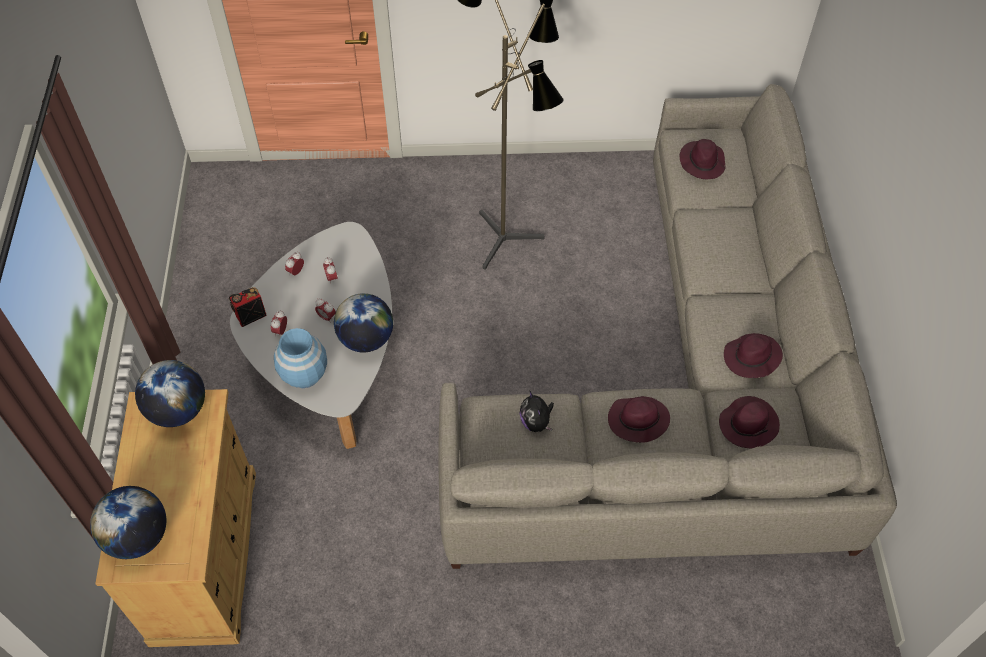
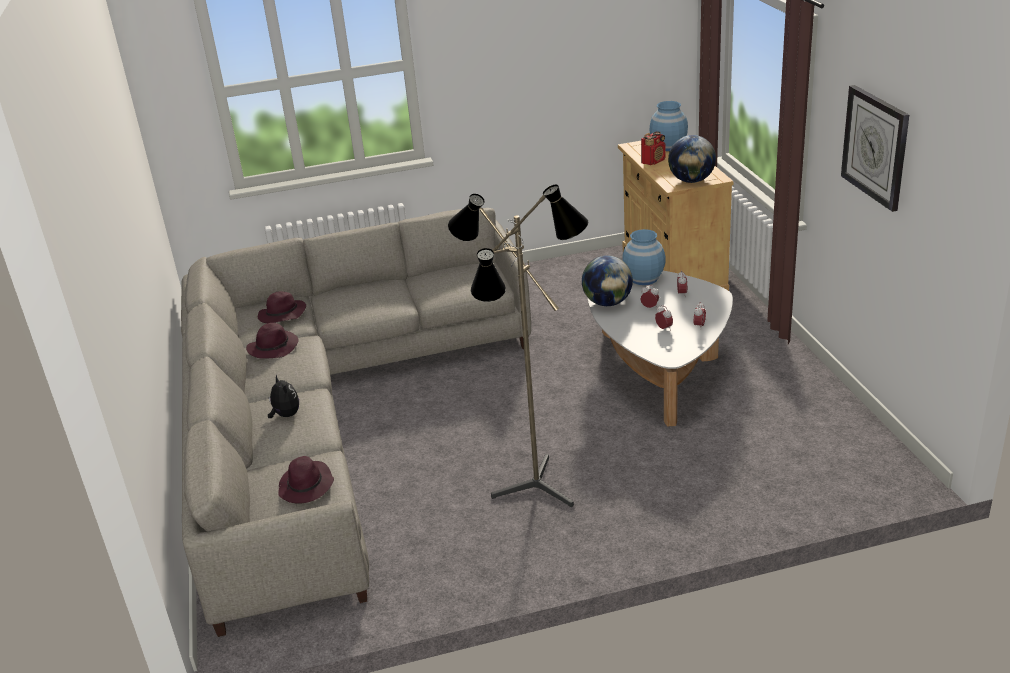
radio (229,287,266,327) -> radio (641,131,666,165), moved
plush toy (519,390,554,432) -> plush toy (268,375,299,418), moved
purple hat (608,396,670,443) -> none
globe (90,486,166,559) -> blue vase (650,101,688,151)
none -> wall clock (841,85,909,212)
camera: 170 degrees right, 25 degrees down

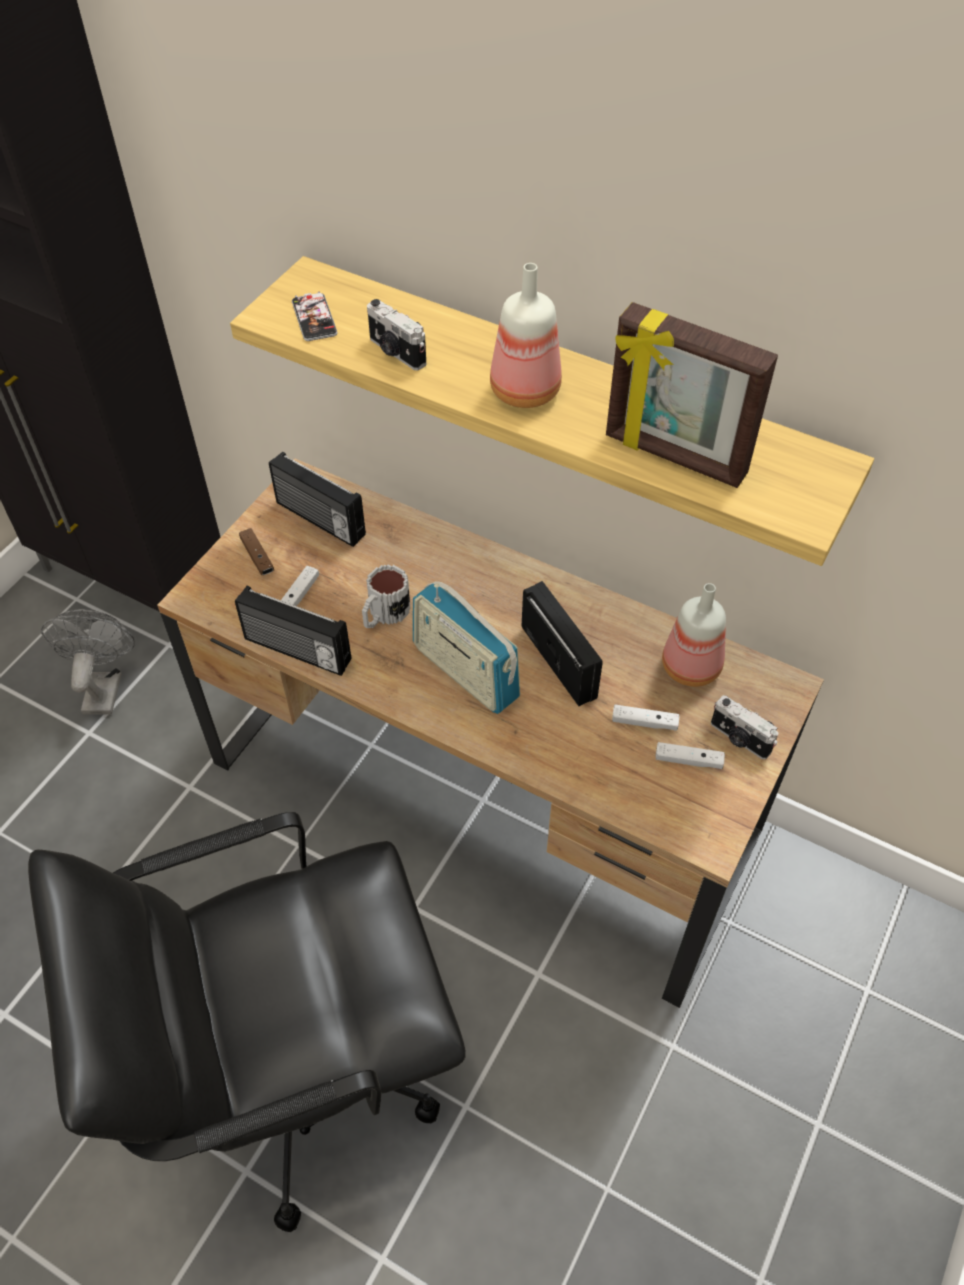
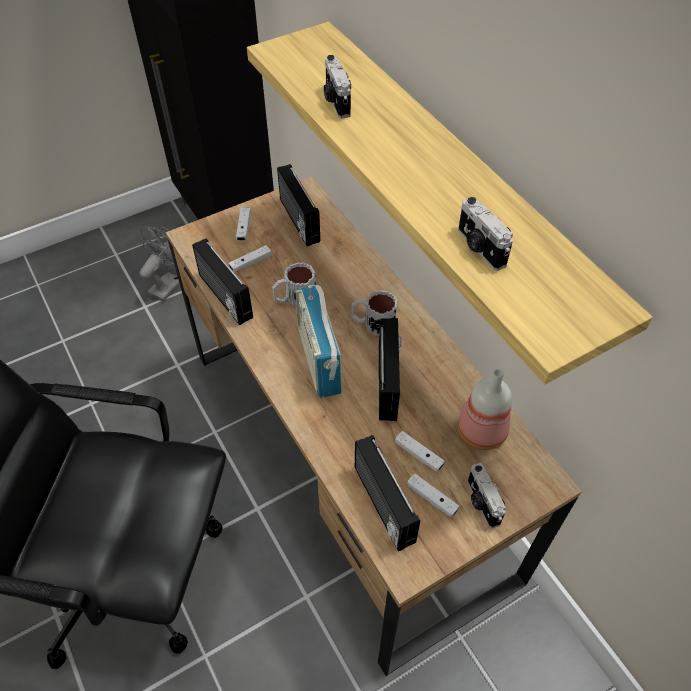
bottle (490,263,562,408) -> none
phone (292,292,338,341) -> none
picture frame (606,302,778,488) -> photo camera (458,197,513,271)
brown game controller (239,528,274,575) -> white game controller (236,208,251,241)
none -> mug (351,290,397,336)
none -> radio (355,435,420,551)
camera: 30 degrees right, 0 degrees up

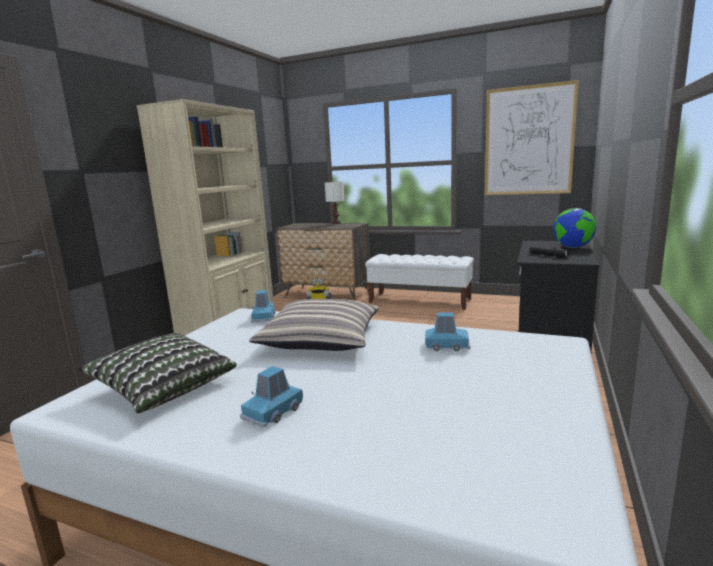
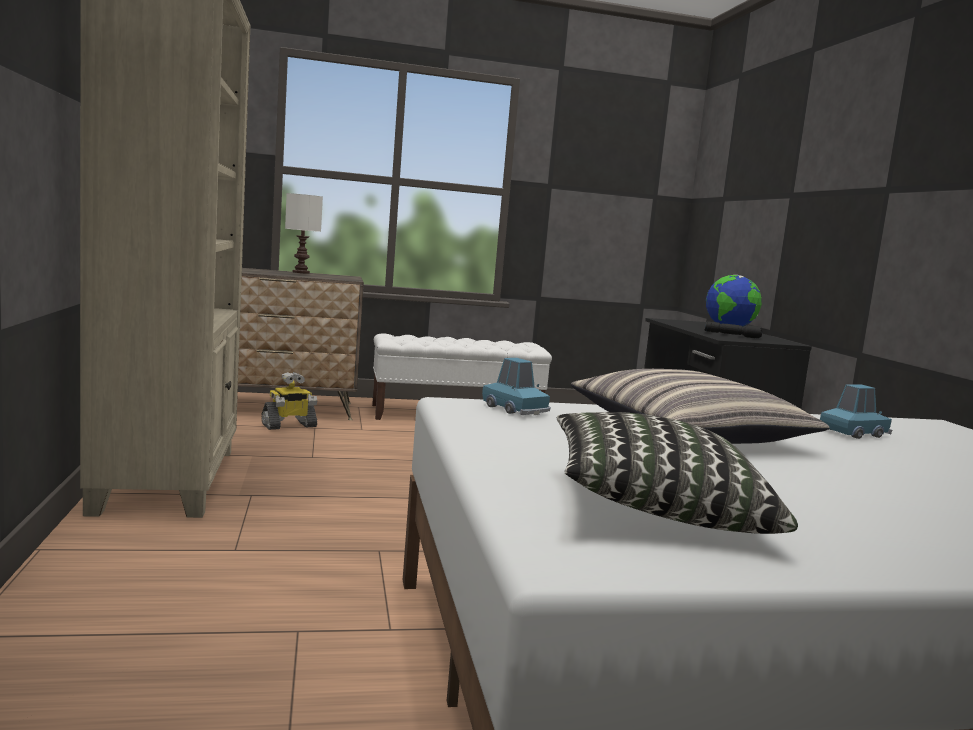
picture (485,80,579,195) -> none
blue toy car (240,366,303,427) -> none
camera: 35 degrees left, 5 degrees down

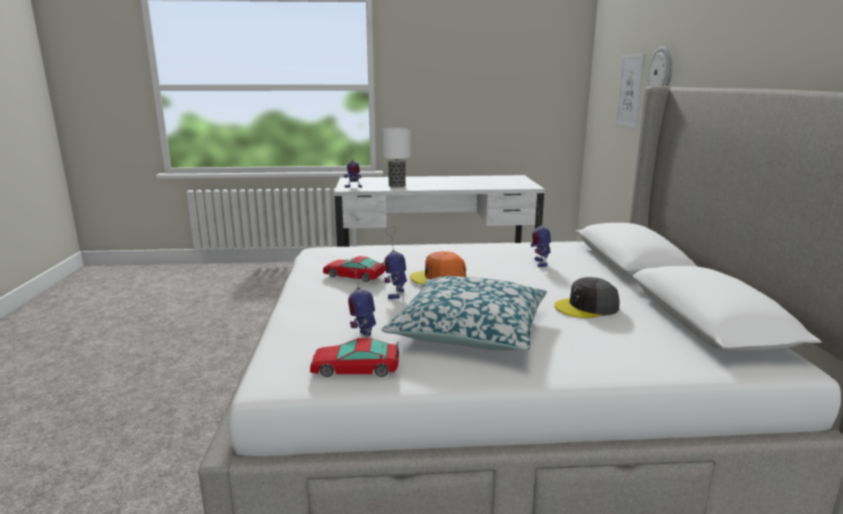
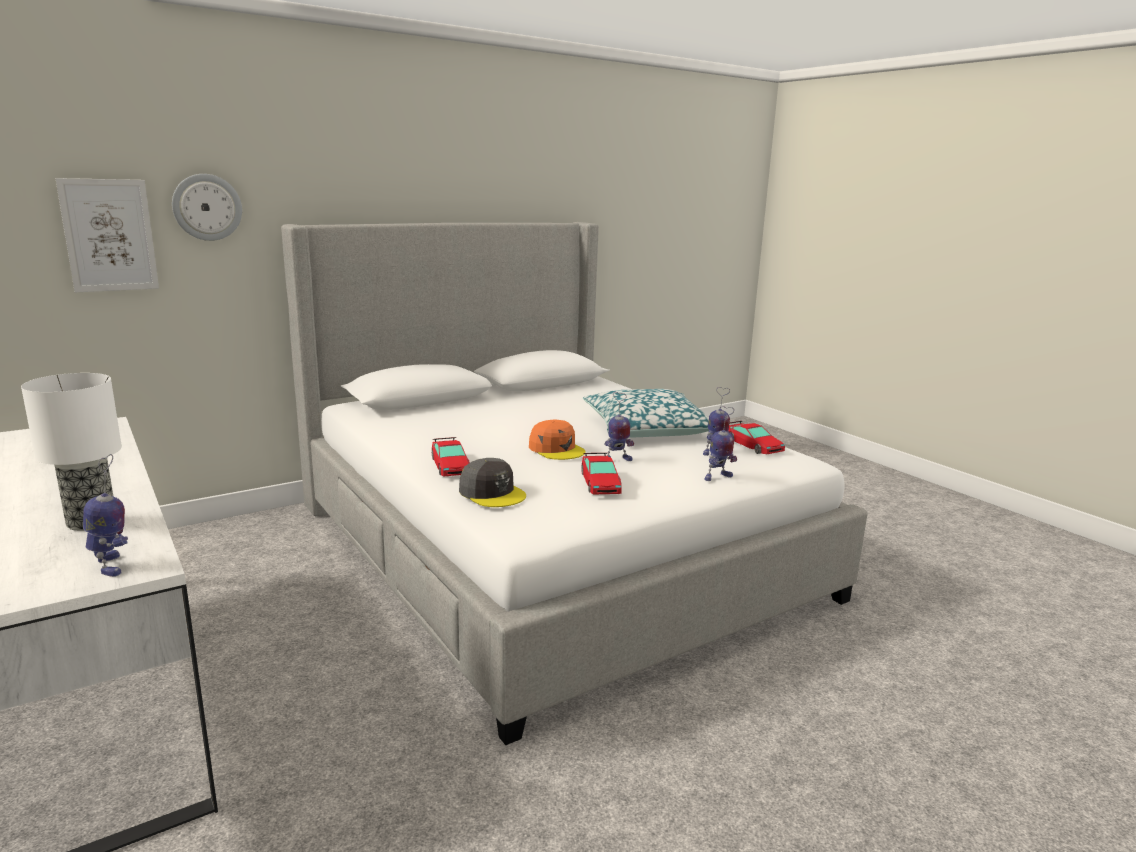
toy robot (531,205,551,267) -> toy robot (705,406,737,481), moved
grey cap (554,277,619,318) -> grey cap (459,458,526,507), moved
none -> toy car (432,437,470,476)
camera: 120 degrees left, 0 degrees up

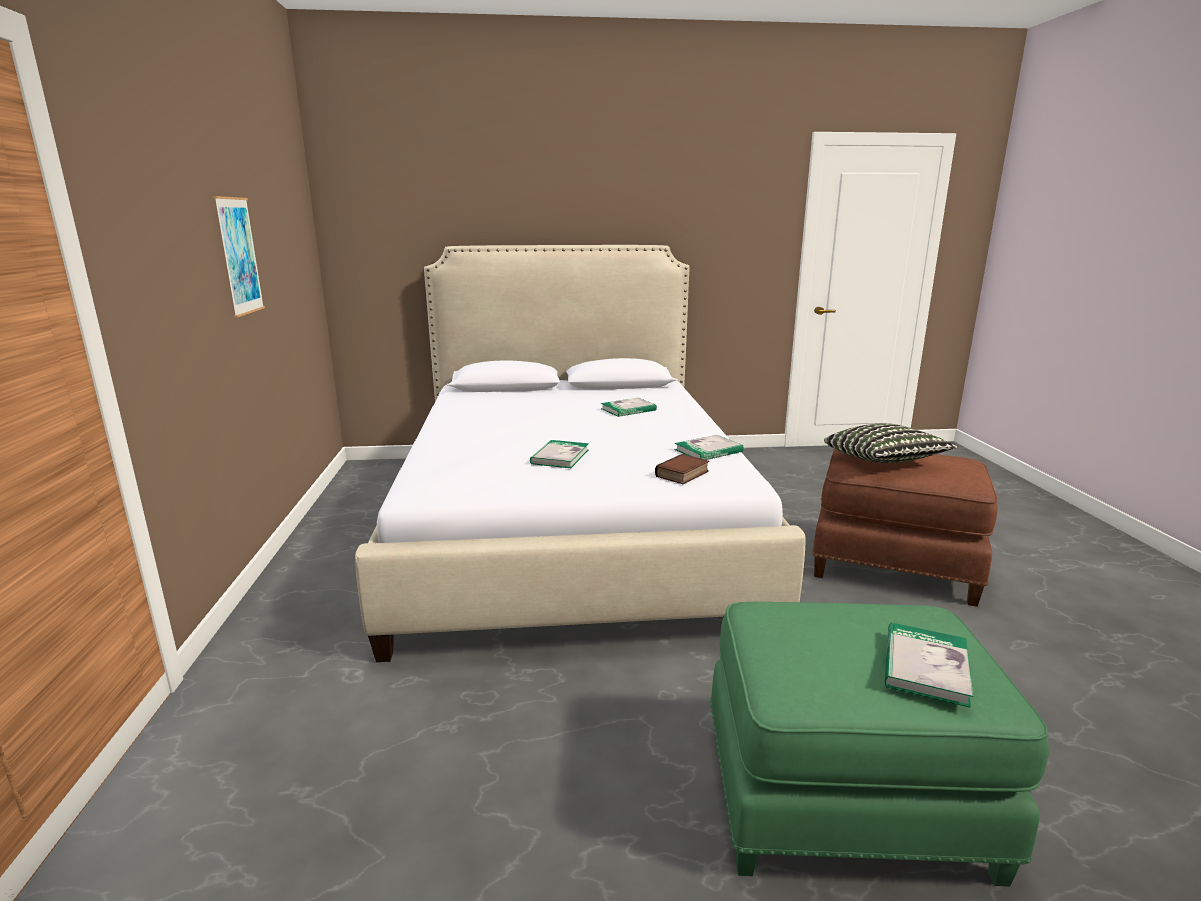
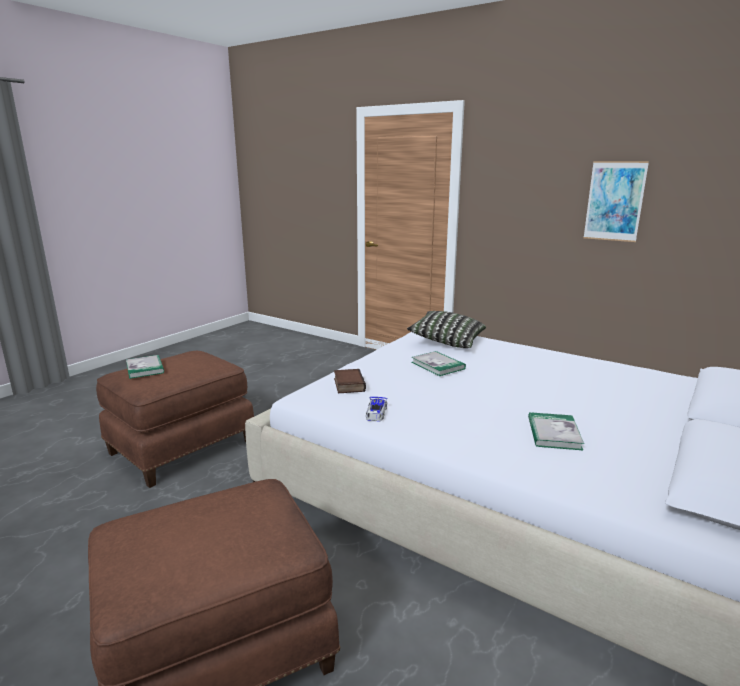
pillow (824,423,957,463) -> pillow (407,311,486,348), moved
book (674,435,744,460) -> toy car (366,397,387,422)
green ottoman (710,602,1049,887) -> brown ottoman (96,351,254,488)
camera: 130 degrees right, 0 degrees up

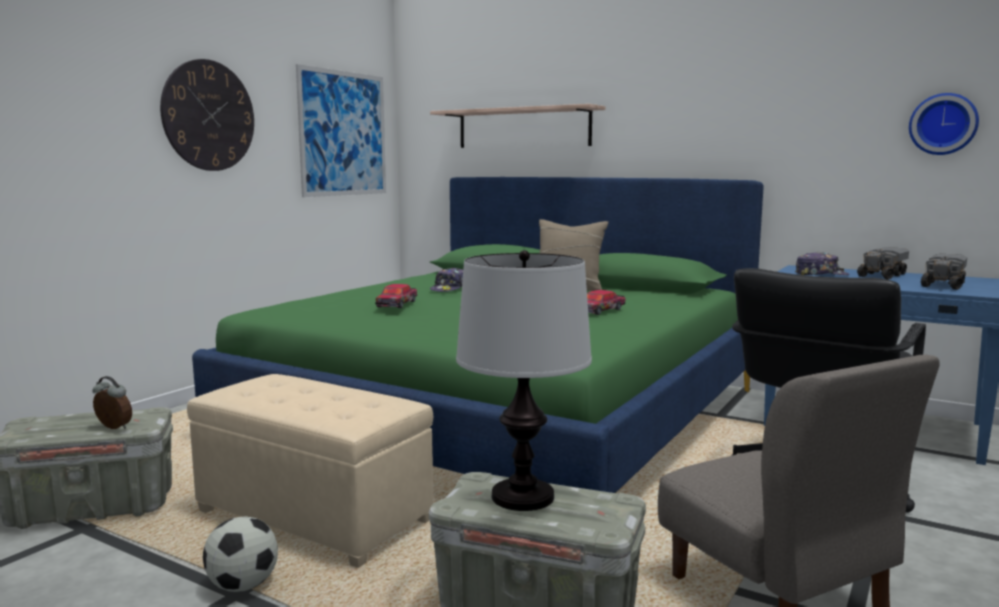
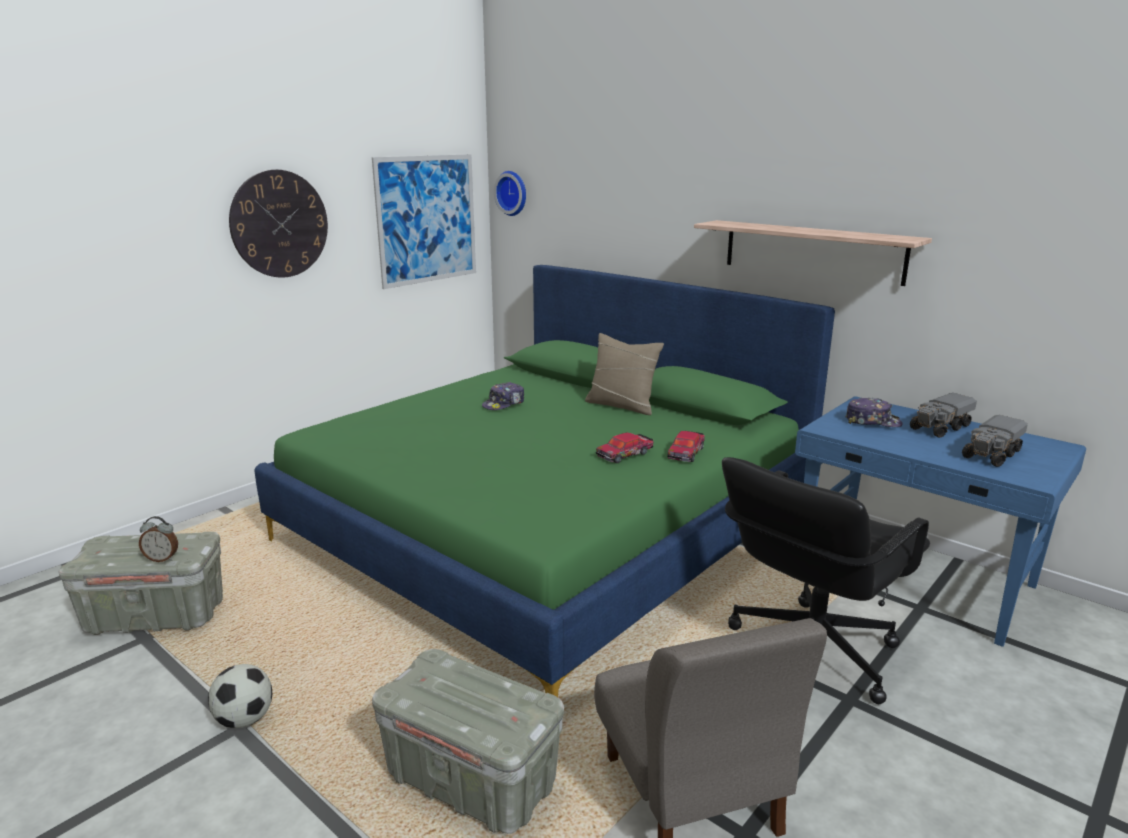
wall clock (909,93,979,155) -> wall clock (494,171,526,216), moved
shelf (430,104,606,148) -> shelf (694,220,932,286), moved
table lamp (456,250,592,511) -> none
toy car (375,284,417,308) -> toy car (667,431,705,462), moved
beige ottoman (187,374,434,568) -> none
alarm clock (92,376,132,429) -> alarm clock (139,516,178,562), 150 degrees clockwise
camera: 10 degrees right, 10 degrees up

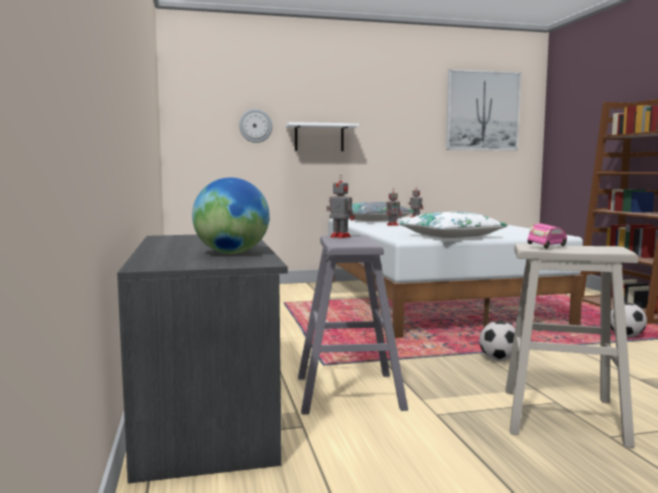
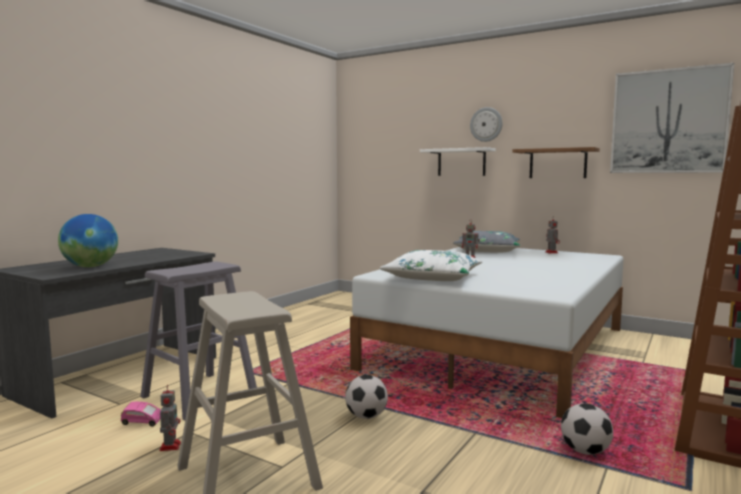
wall clock (239,109,272,143) -> wall clock (470,107,502,142), moved
toy robot (326,175,355,238) -> toy robot (159,385,181,451), moved
pink toy car (528,223,567,249) -> pink toy car (121,402,161,426), moved
none -> brown shelf (512,147,600,178)
camera: 45 degrees right, 0 degrees up

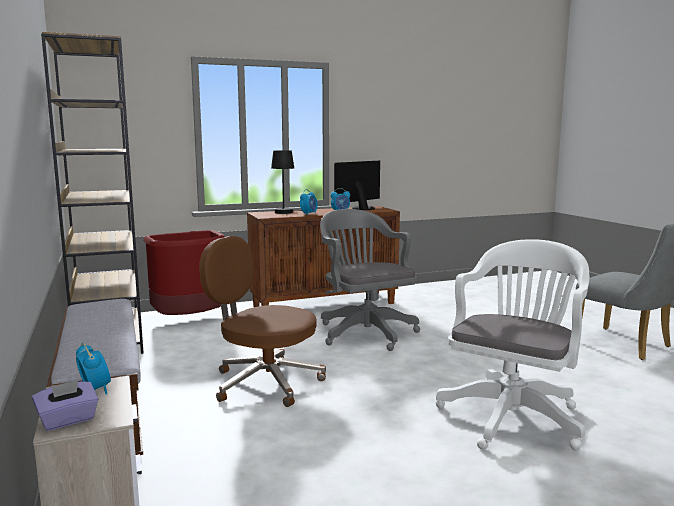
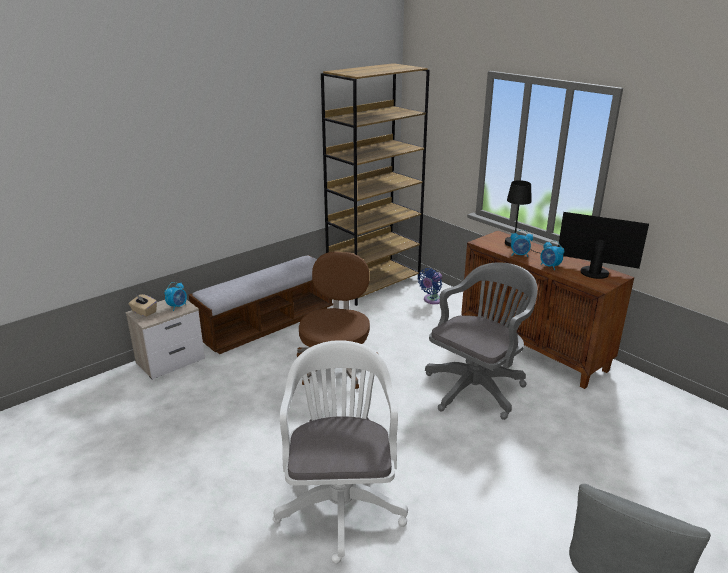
red trash can (143,230,225,315) -> blue fan (418,268,442,304)
white office chair (436,239,589,450) -> white office chair (273,340,408,564), 105 degrees counterclockwise
purple tissue box (32,380,99,431) -> beige tissue box (129,294,157,317)
camera: 70 degrees right, 15 degrees up

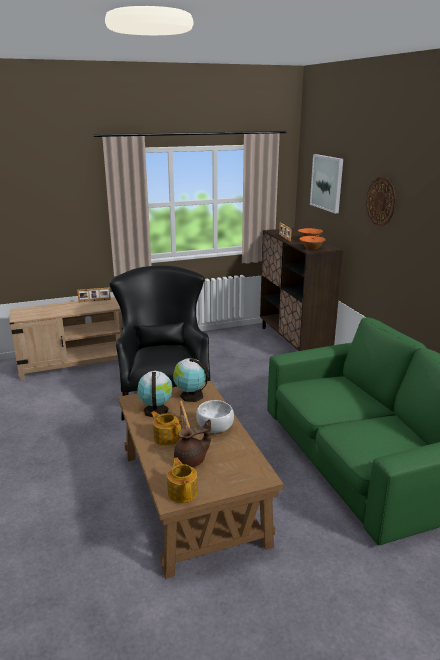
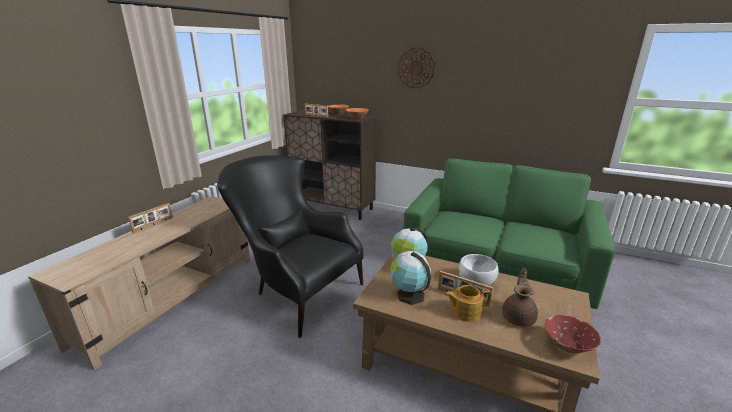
picture (310,154,343,213) -> none
teapot (167,458,198,503) -> red bowl (545,315,601,353)
camera: 45 degrees left, 0 degrees up

